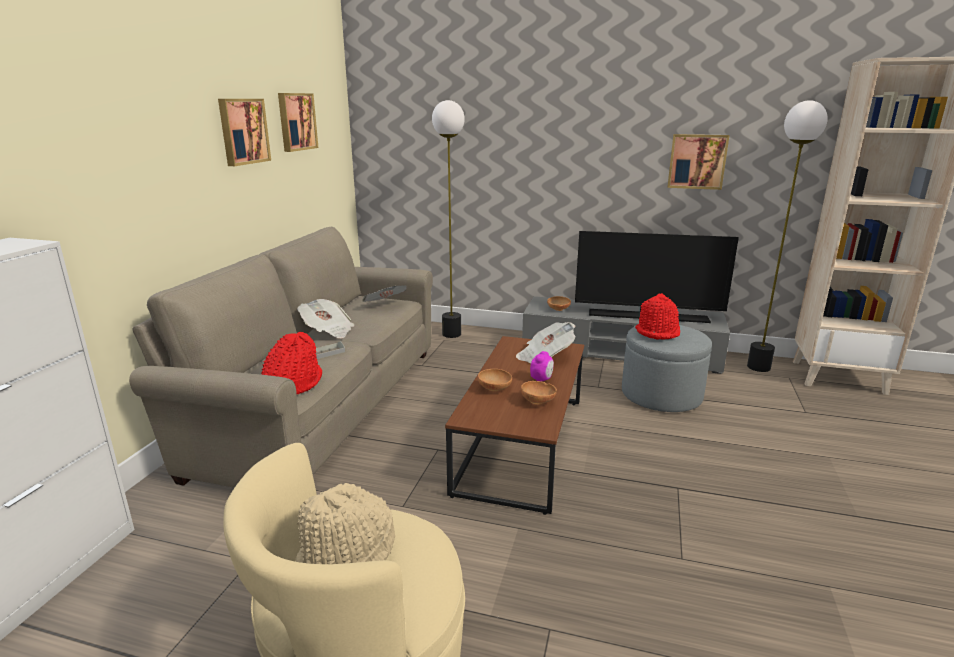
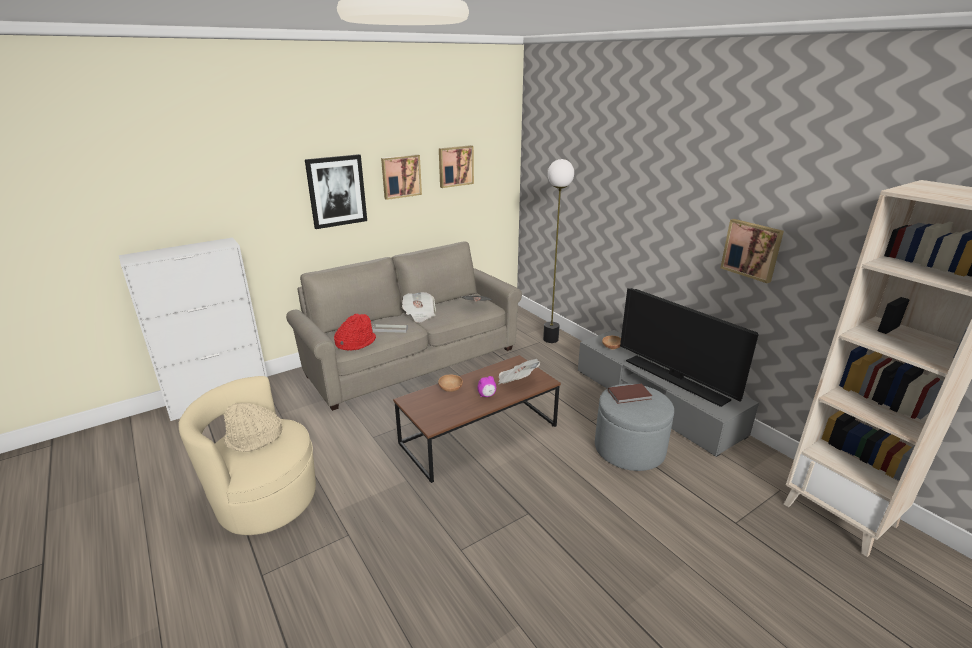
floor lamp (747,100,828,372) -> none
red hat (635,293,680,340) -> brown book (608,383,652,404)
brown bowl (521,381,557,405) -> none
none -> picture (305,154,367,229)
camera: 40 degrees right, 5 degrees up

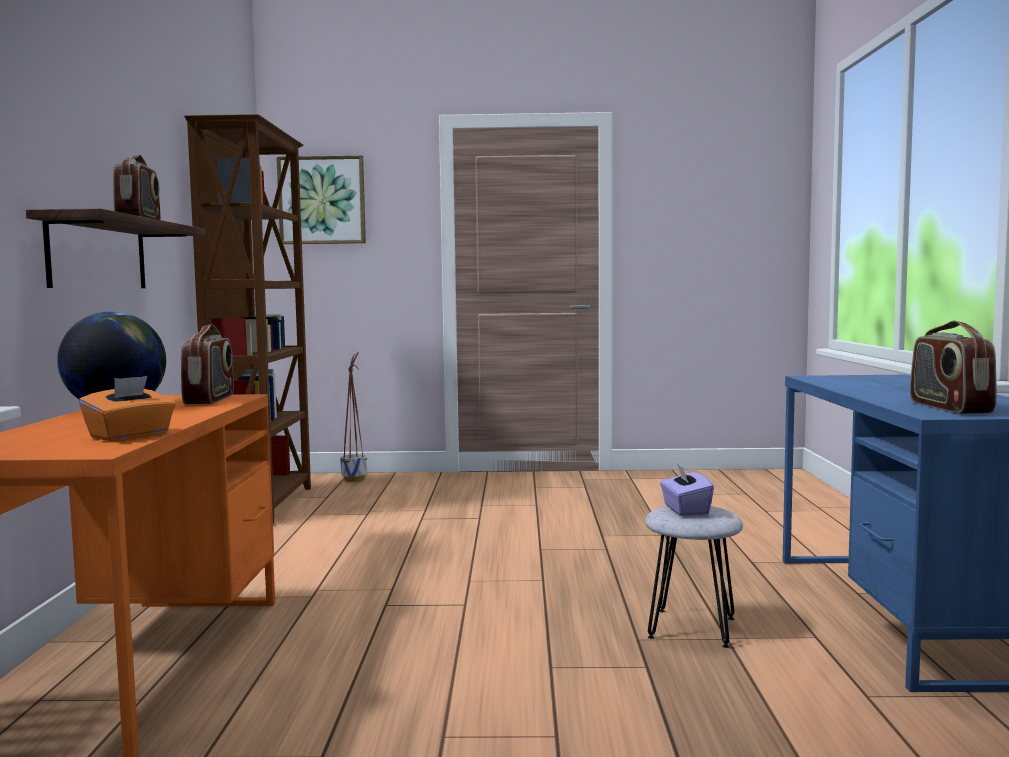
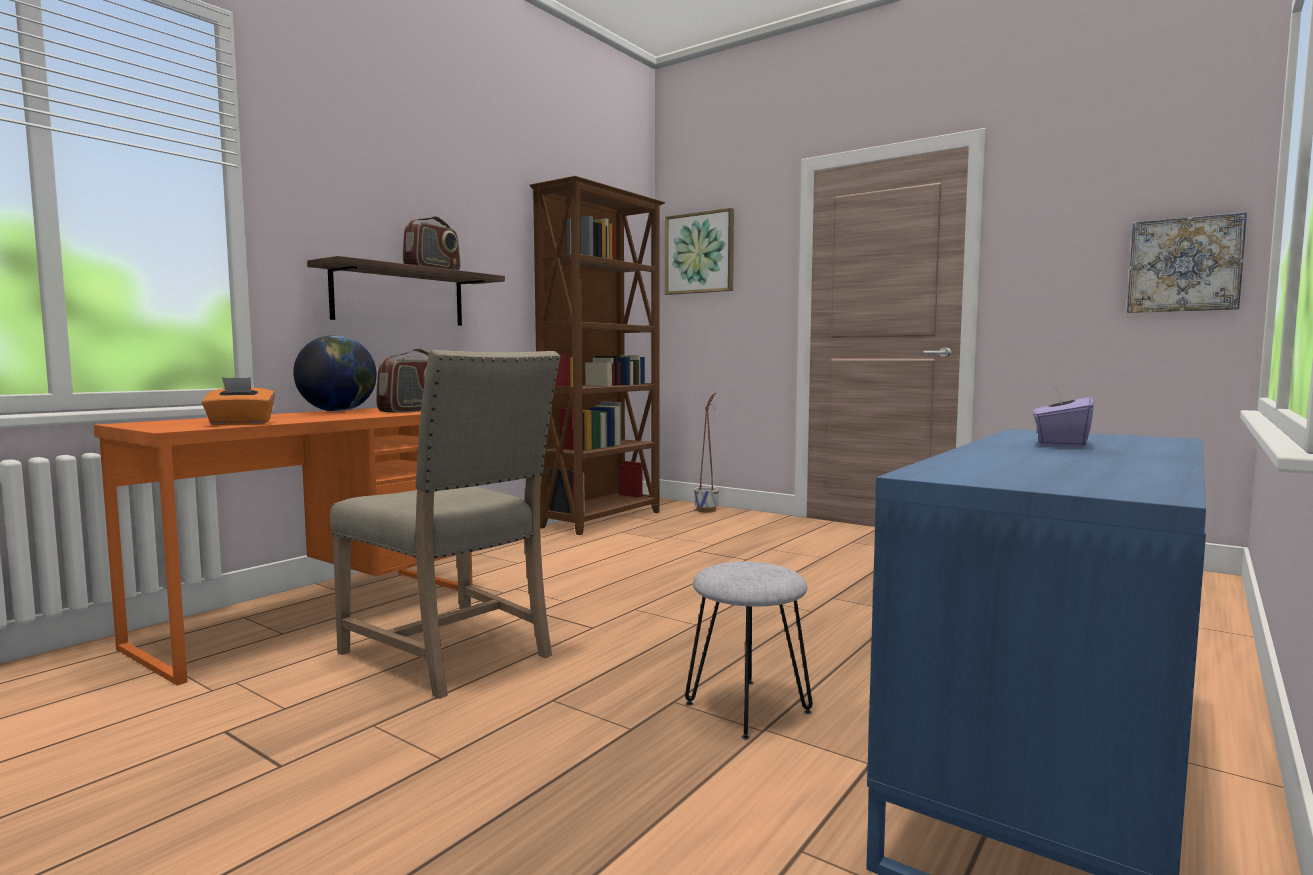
radio (910,320,997,414) -> none
purple tissue box (660,464,714,516) -> purple tissue box (1033,382,1094,448), moved
none -> picture (1127,212,1247,313)
none -> beige chair (330,350,561,699)
camera: 35 degrees right, 0 degrees up

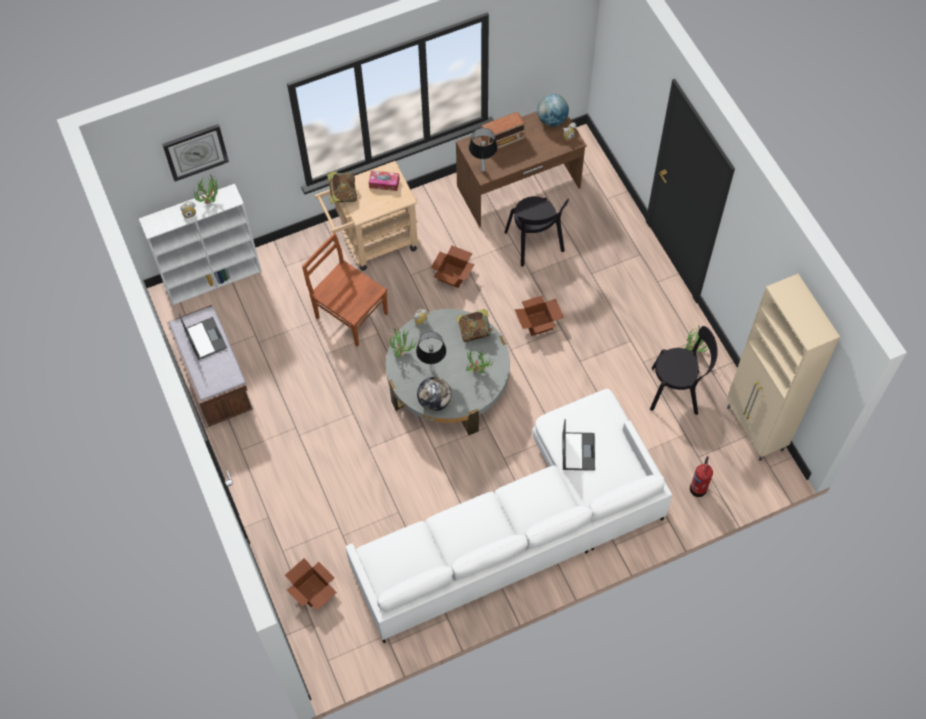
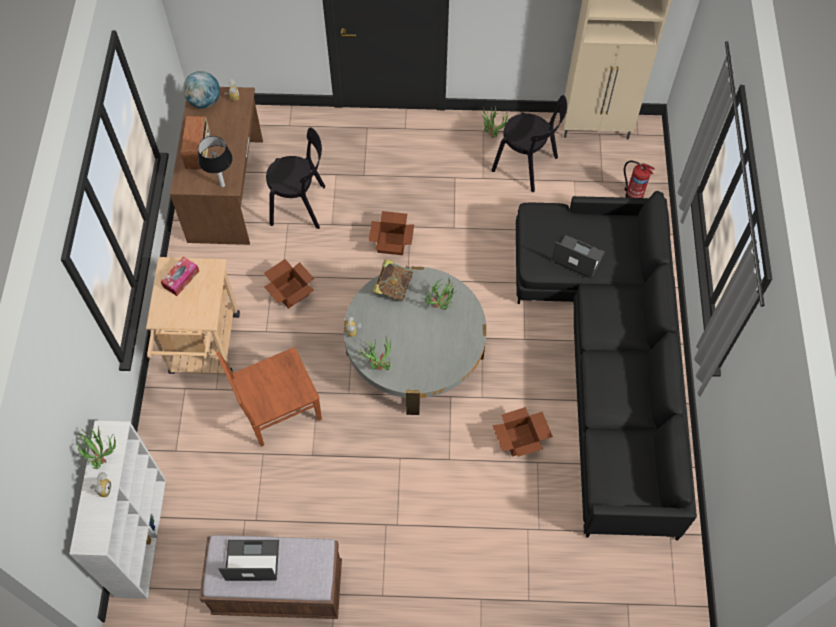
wall clock (162,124,229,182) -> none
book (327,172,357,203) -> none
black chair (650,326,718,415) -> black chair (491,95,567,192), 90 degrees clockwise
table lamp (416,332,446,371) -> none
globe (417,377,451,411) -> none
white sofa (345,389,672,643) -> black sofa (516,191,697,540)
cardboard box (285,558,337,610) -> cardboard box (492,407,553,457), moved
camera: 65 degrees left, 0 degrees up

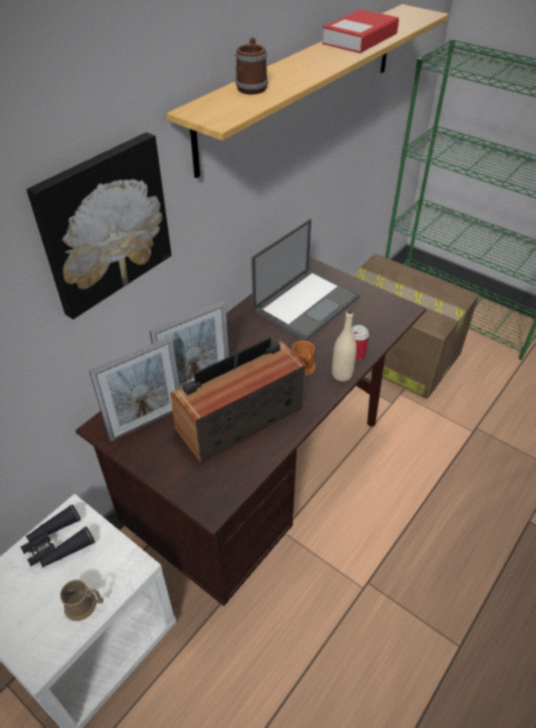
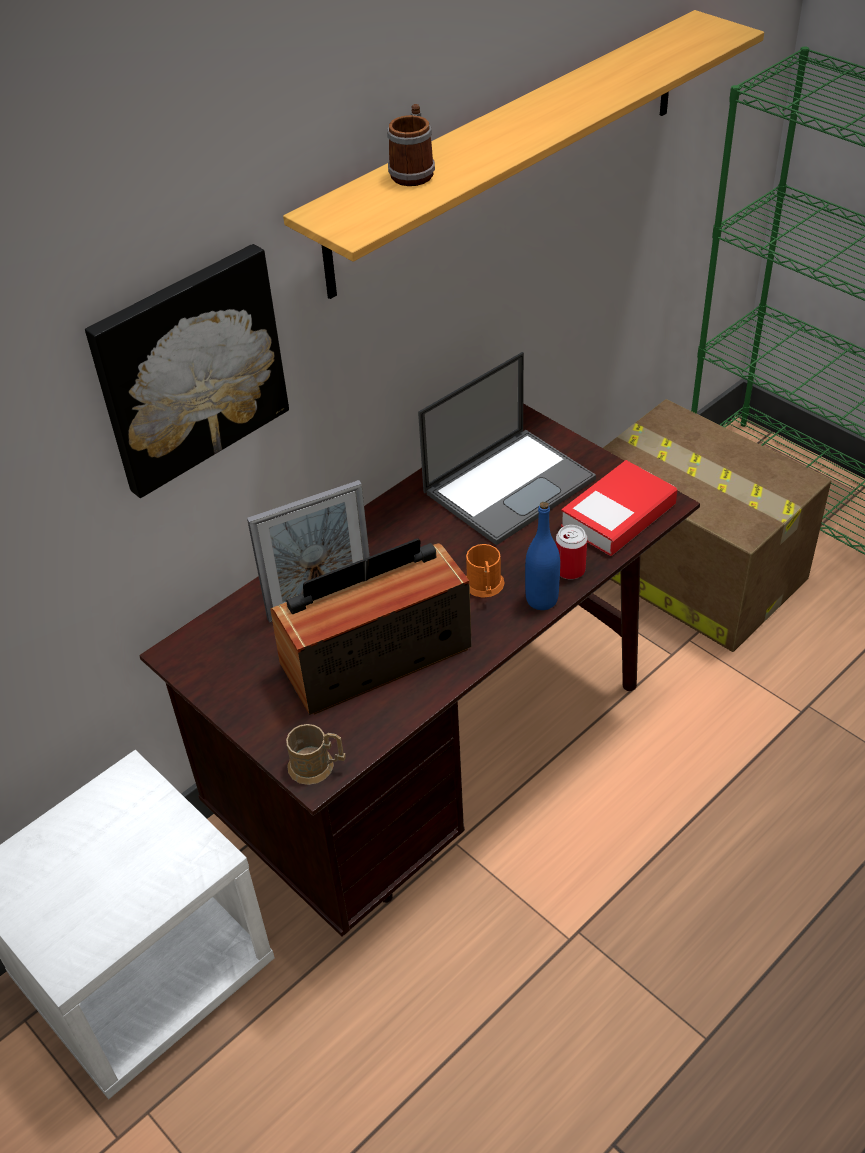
book (322,9,399,53) -> book (561,460,678,556), moved
beige bottle (332,309,357,382) -> blue bottle (525,502,560,610)
picture frame (89,336,180,442) -> none
black binoculars (21,504,95,568) -> none
brown mug (60,580,103,621) -> brown mug (286,724,346,785), moved
camera: 10 degrees right, 0 degrees up

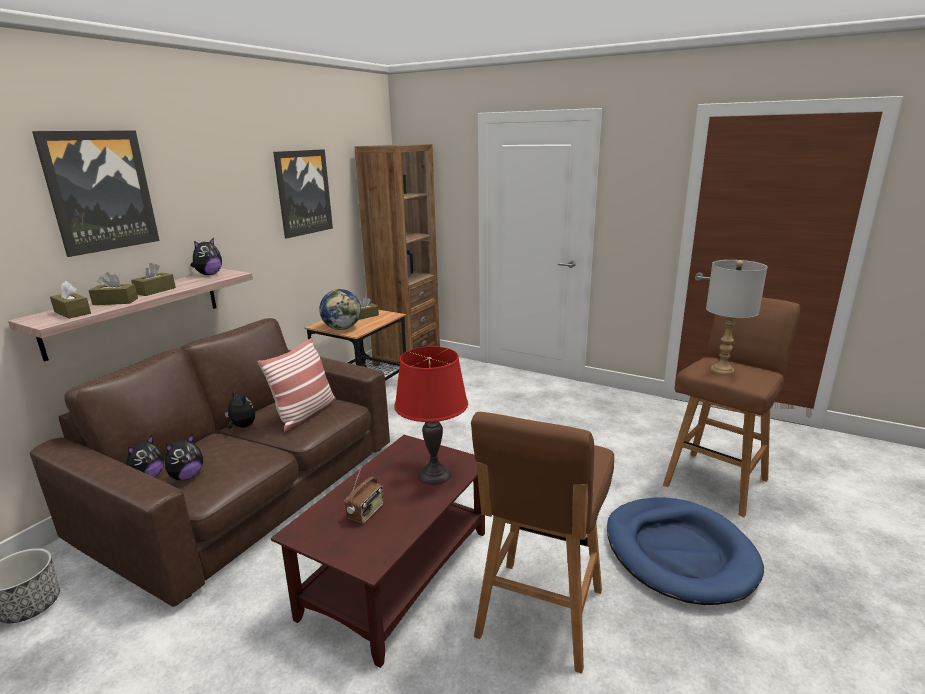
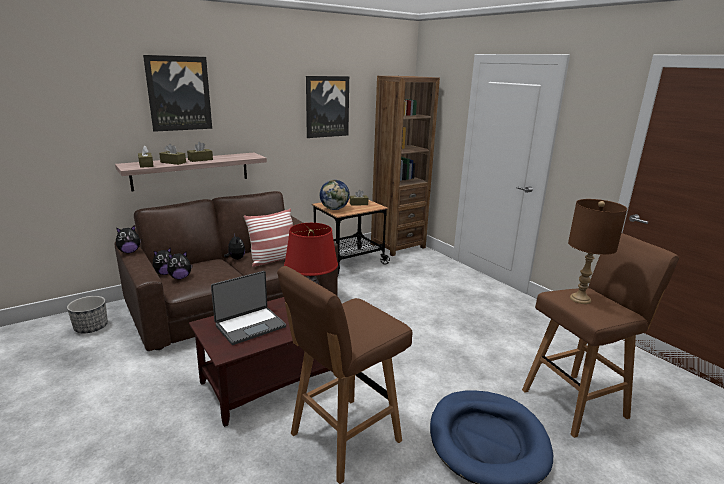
plush toy (190,237,222,275) -> plush toy (116,225,141,253), moved
grey table lamp (706,260,767,374) -> brown table lamp (568,199,627,304)
radio (344,468,384,523) -> laptop (211,271,286,345)
camera: 25 degrees right, 0 degrees up

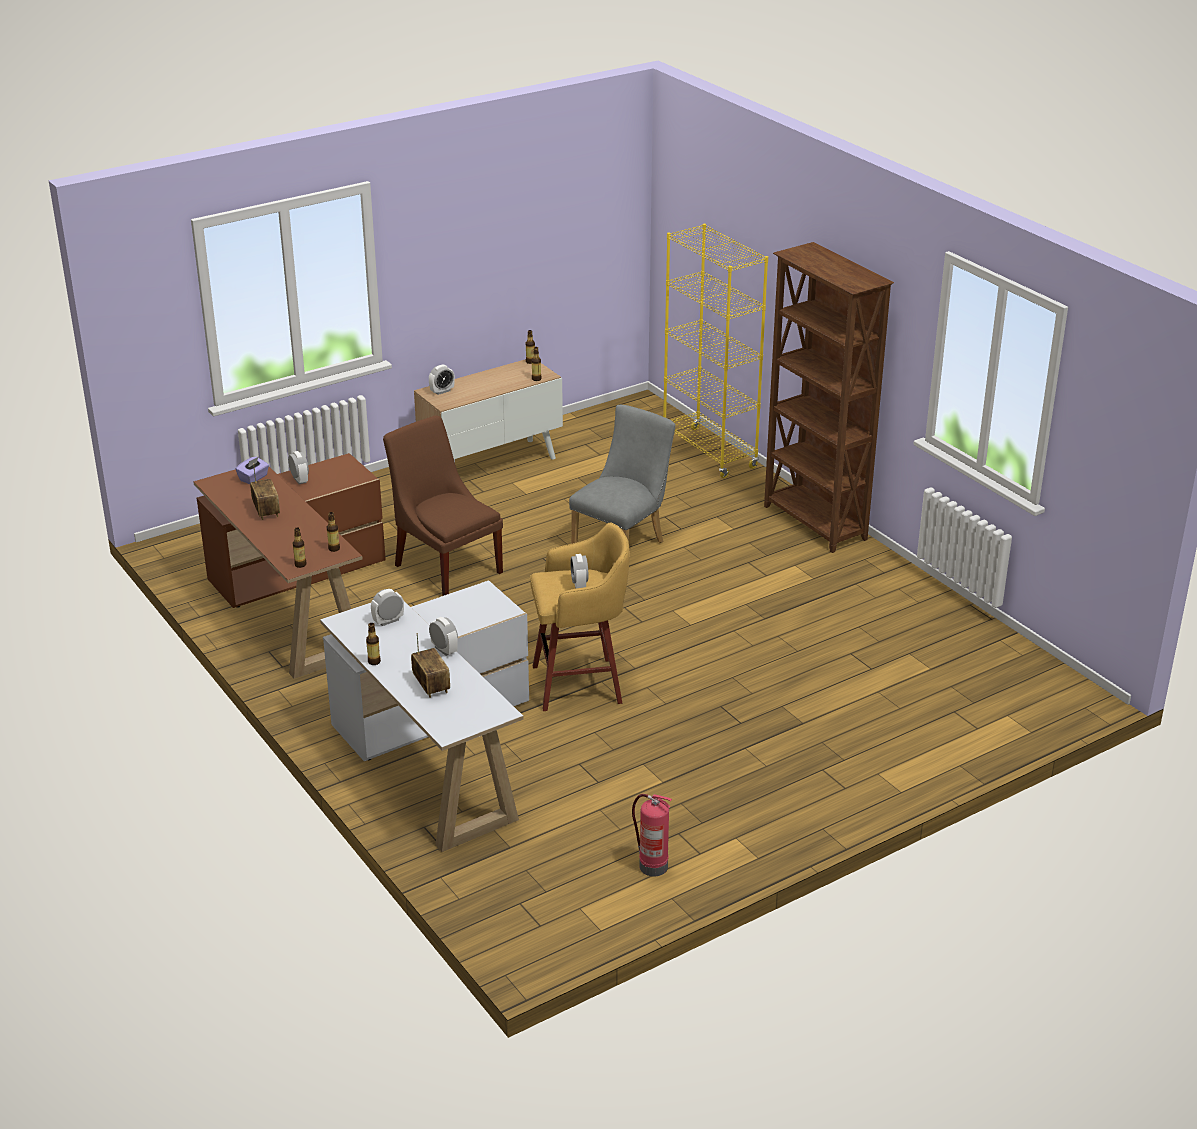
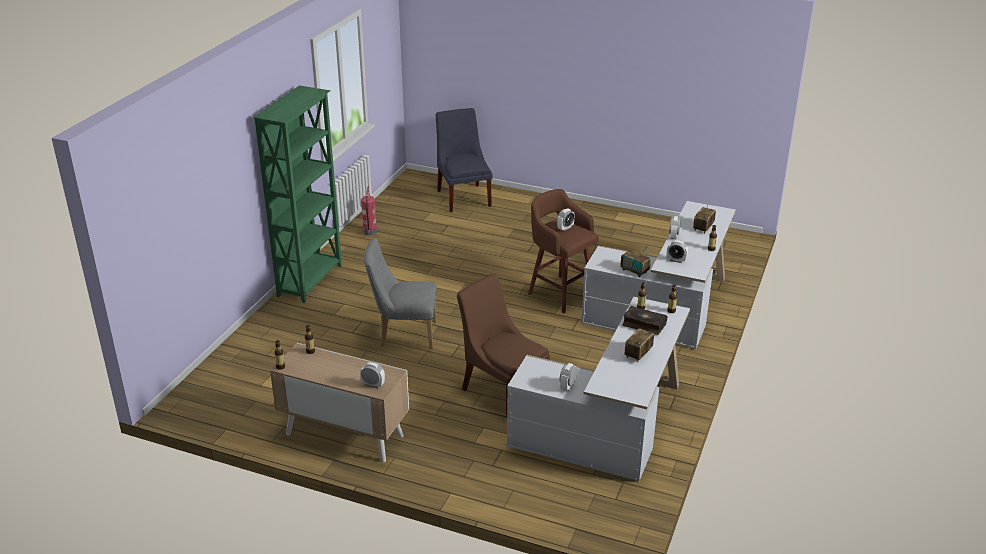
yellow bookcase (663,224,768,478) -> none
brown bookcase (764,242,894,553) -> green bookcase (253,85,342,303)
brown chair (383,416,503,596) -> brown chair (457,274,550,416), 120 degrees clockwise
brown desk (193,453,386,679) -> white desk (507,297,690,482)
purple tissue box (236,456,269,484) -> none
yellow stool (530,522,630,711) -> brown stool (528,189,599,313)
fire extinguisher (632,794,672,876) -> fire extinguisher (361,187,377,235), moved
none -> blue chair (436,108,492,212)
none -> radio (621,244,651,277)
none -> book (623,306,667,335)
camera: 125 degrees left, 0 degrees up

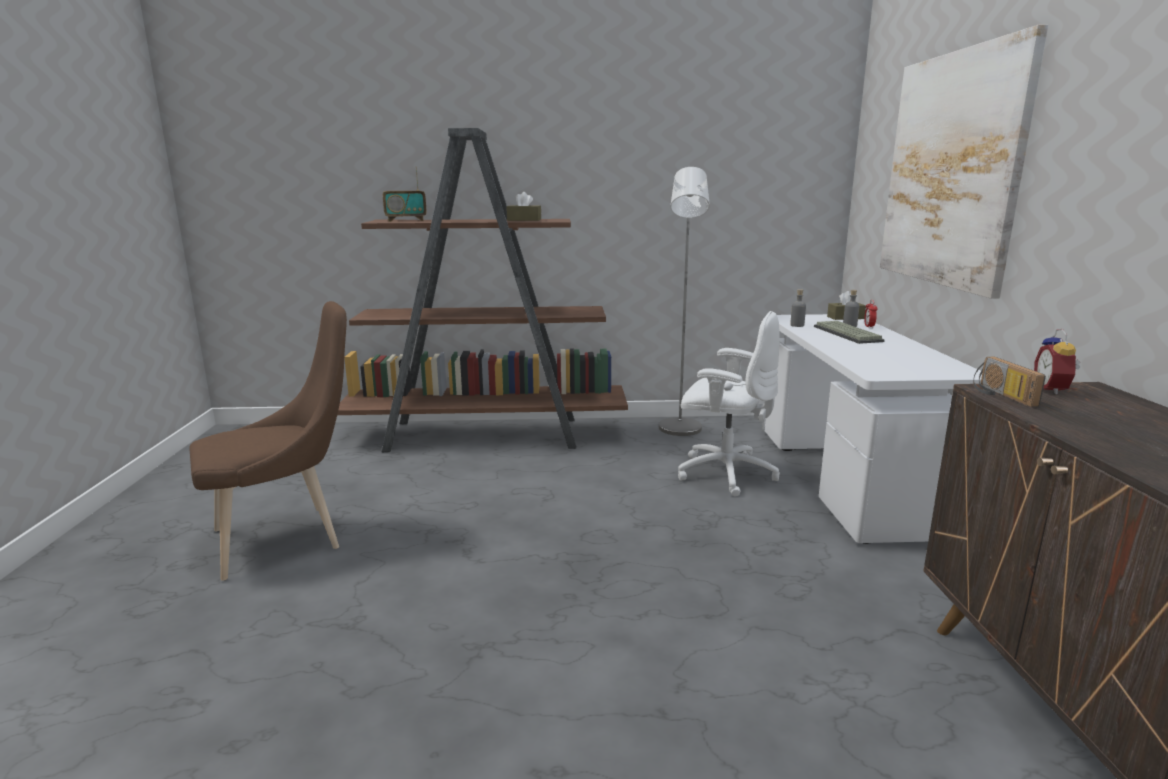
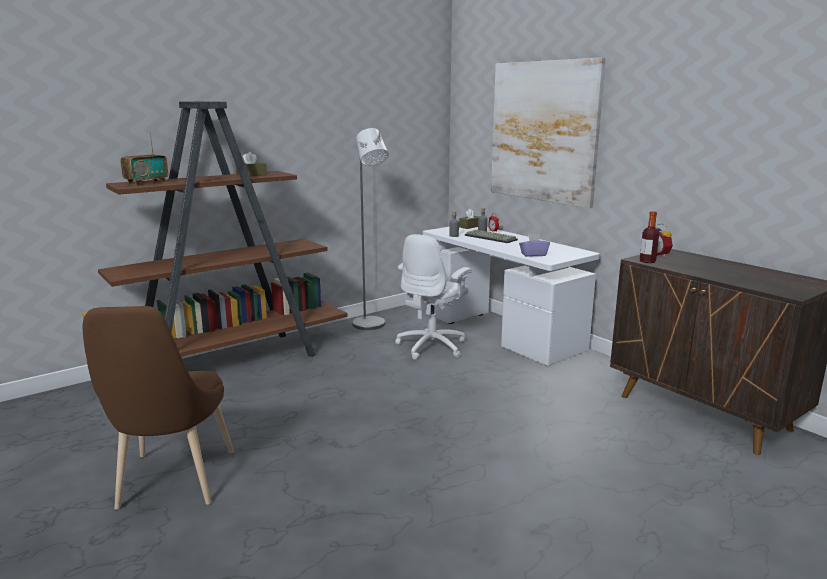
brown chair (189,301,347,581) -> brown chair (83,306,234,510), 150 degrees clockwise
white office chair (678,311,780,496) -> white office chair (395,234,472,360), 135 degrees clockwise
radio (973,356,1046,407) -> bottle (640,211,659,263)
none -> purple tissue box (519,234,550,257)
camera: 35 degrees left, 0 degrees up

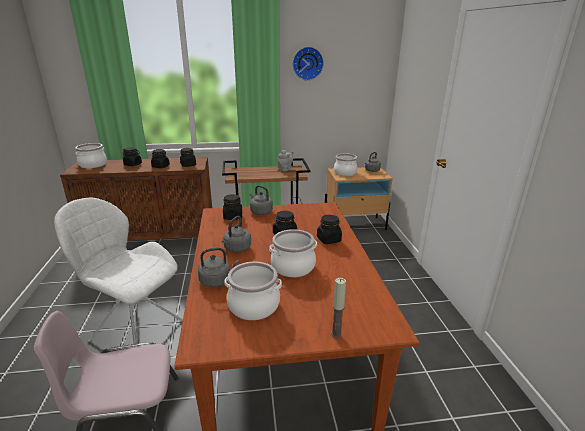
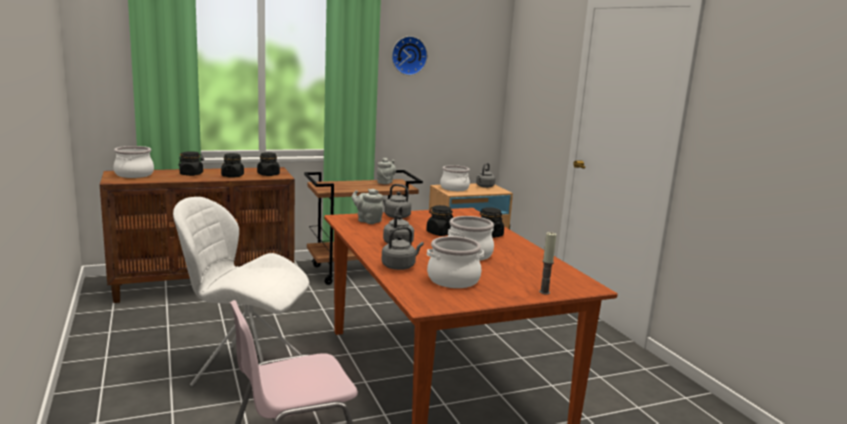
black jar (223,194,242,220) -> grey teapot (352,189,383,224)
camera: 15 degrees left, 10 degrees down

